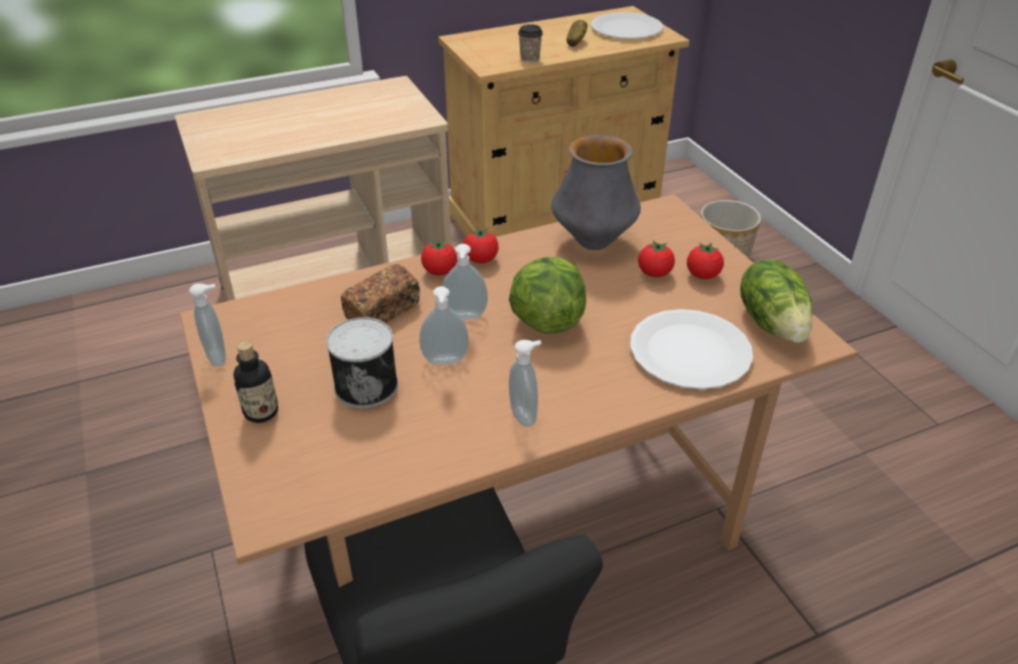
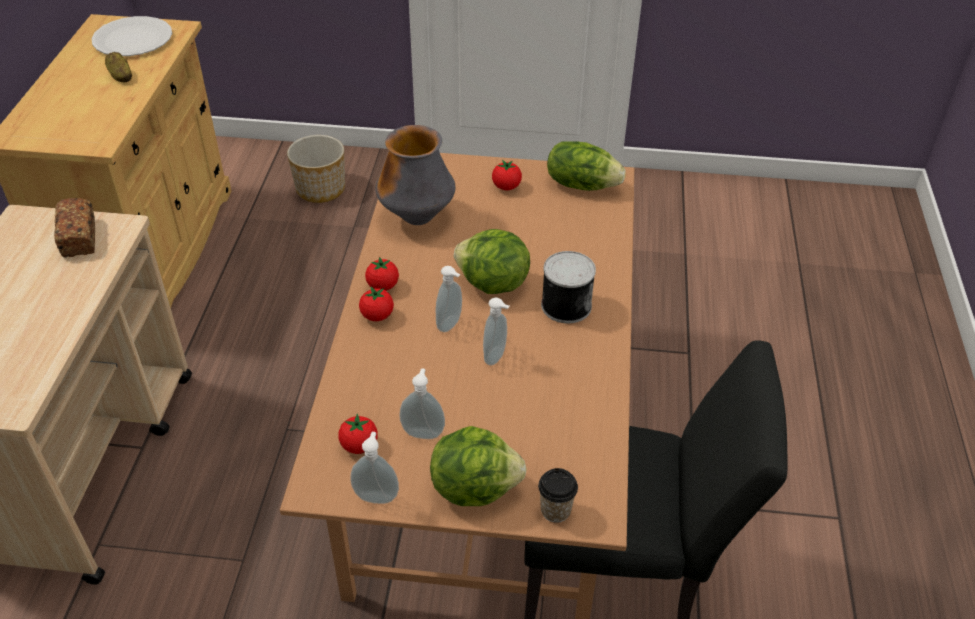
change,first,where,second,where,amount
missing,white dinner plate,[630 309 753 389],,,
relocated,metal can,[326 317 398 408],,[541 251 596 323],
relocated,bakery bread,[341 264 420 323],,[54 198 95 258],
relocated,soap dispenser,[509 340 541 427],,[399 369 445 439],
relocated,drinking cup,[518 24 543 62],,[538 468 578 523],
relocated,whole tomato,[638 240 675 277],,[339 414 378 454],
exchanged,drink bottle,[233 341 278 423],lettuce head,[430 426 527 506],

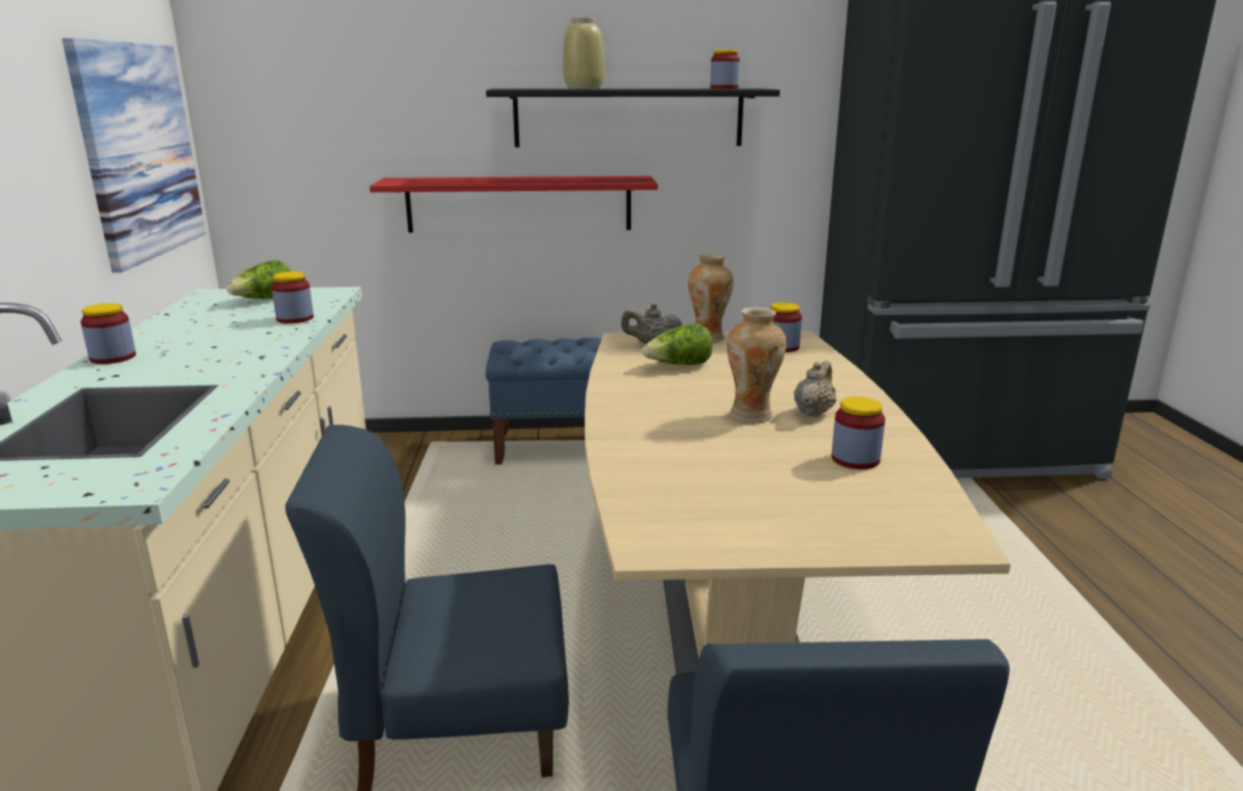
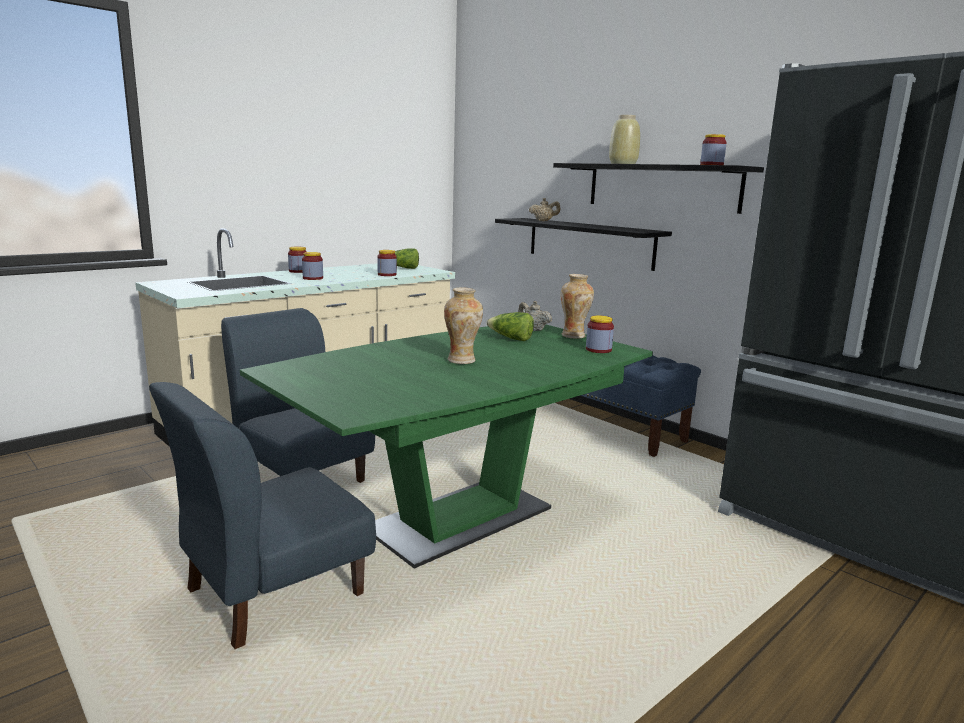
change,first,where,second,where,amount
missing,wall art,[62 38 206 273],,,
relocated,sand-coloured tea pot,[794 360 836 417],,[529 198 560 221],
relocated,preserve jar,[832 397 885 469],,[302 252 323 280],
colour,red bracket shelf,[370 176 658 233],black bracket shelf,[495 218 672 271],
colour,sand-coloured dinner table,[585 332 1011 674],greenish dinner table,[240 325 653 569],

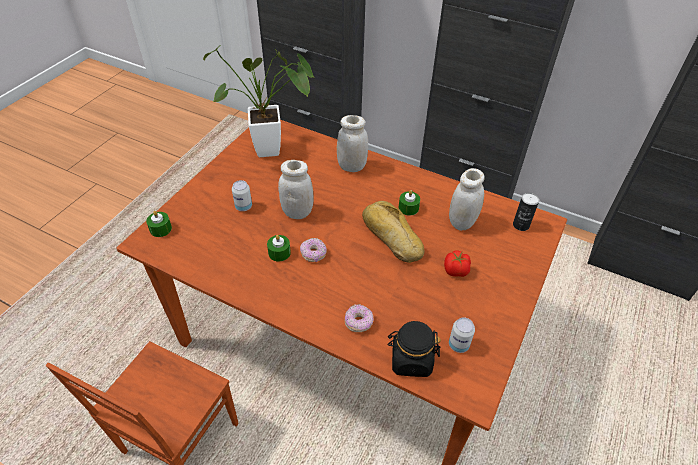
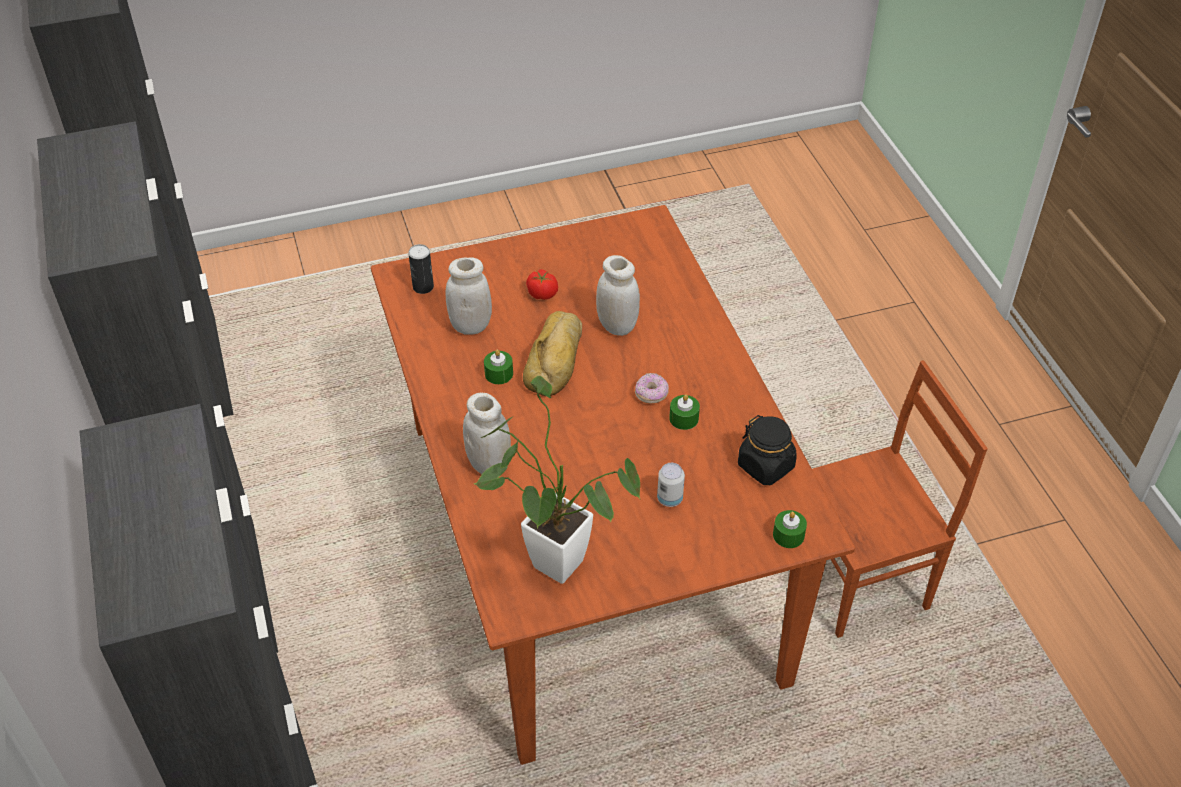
change,first,where,second,where,amount
missing,doughnut,[345 304 374 332],,,
missing,metal can,[449 317 475 353],,,
relocated,white preserve jar,[278 160 313 219],,[596 255 640 336],
relocated,black preserve jar,[387 321 441 377],,[738 415 797 485],

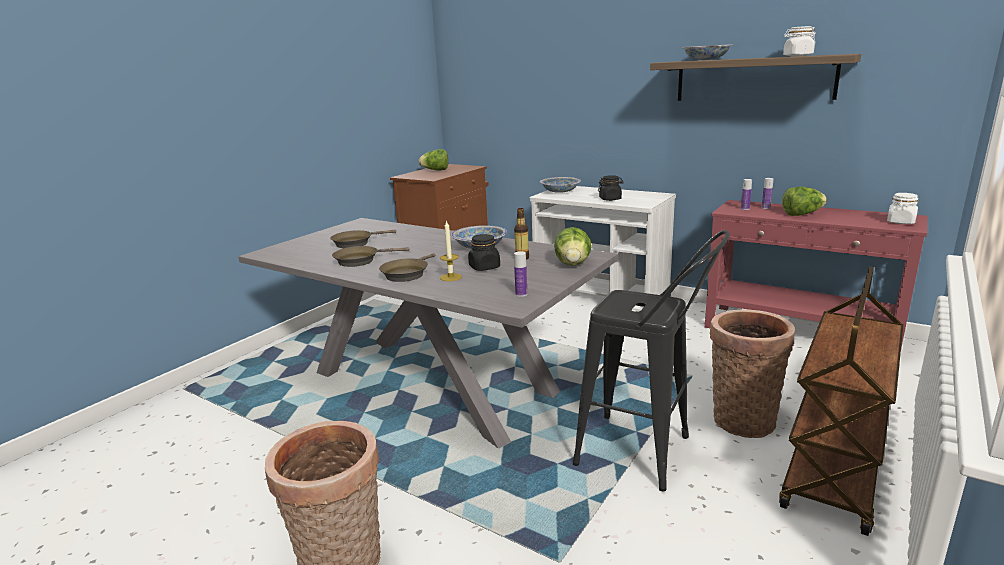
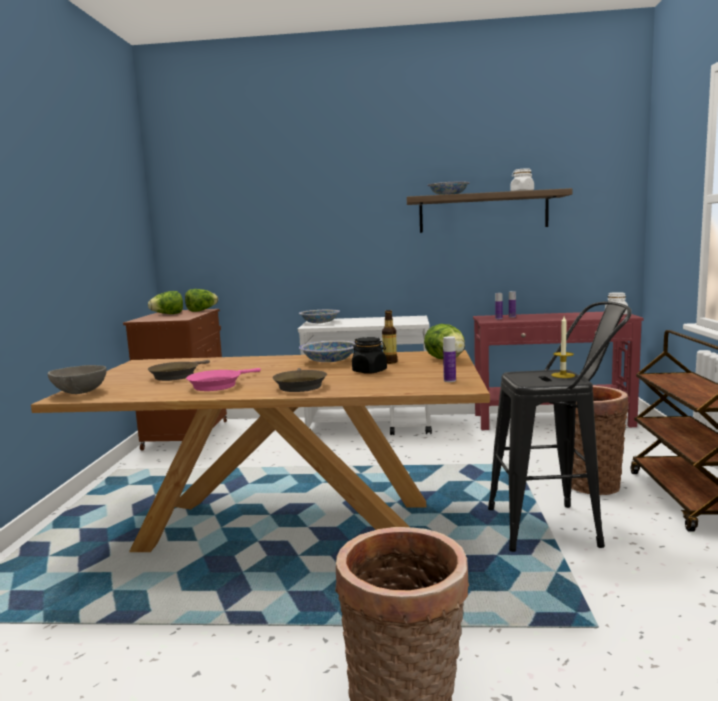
change,first,where,second,where,amount
missing,black preserve jar,[598 175 624 201],,,
appeared,,,greyish bowl,[47 365 107 394],
relocated,wax light,[440 220 462 281],,[551 316 575 378],
relocated,lettuce head,[782 187 827 216],,[185 289 218 312],
colour,greyish dinner table,[238 218 618 449],brown-coloured dinner table,[31 350 490 552],
colour,brown-coloured frying pan,[332 246 409 267],pinkish frying pan,[186 368 261 391],

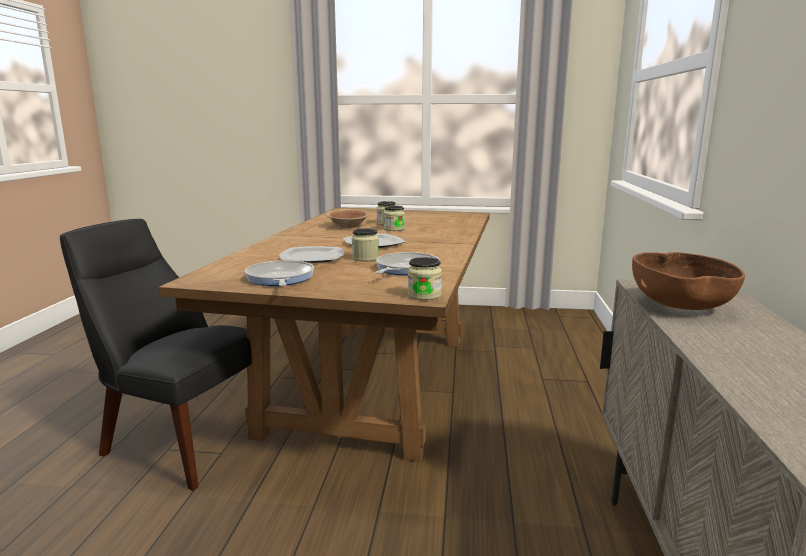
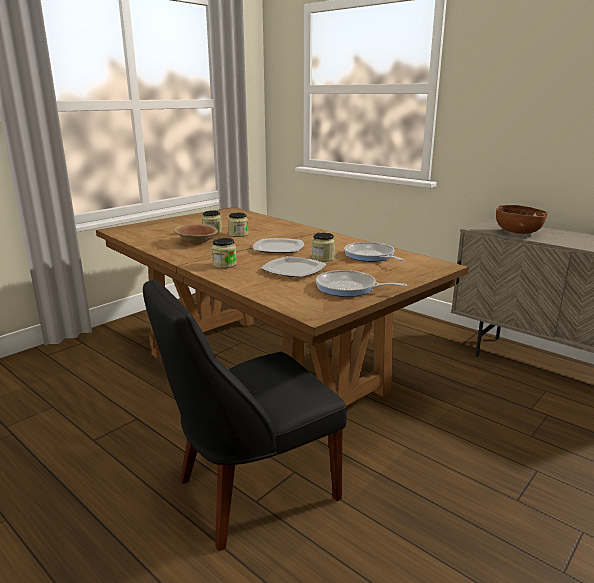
change,first,where,second,where,amount
relocated,preserve jar,[408 257 442 300],,[212 238 237 268],

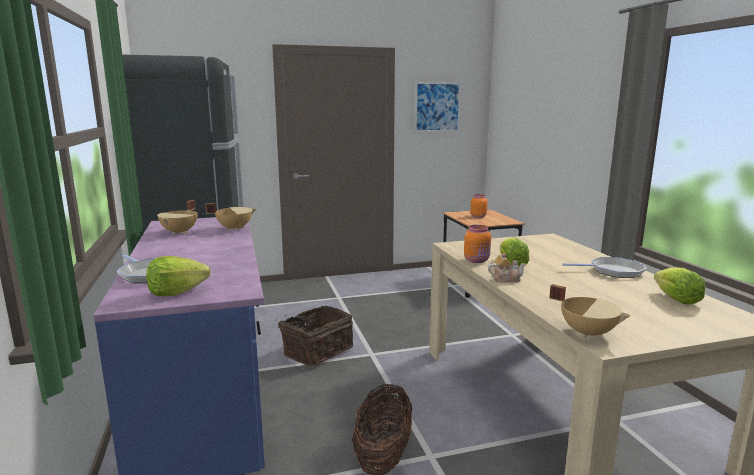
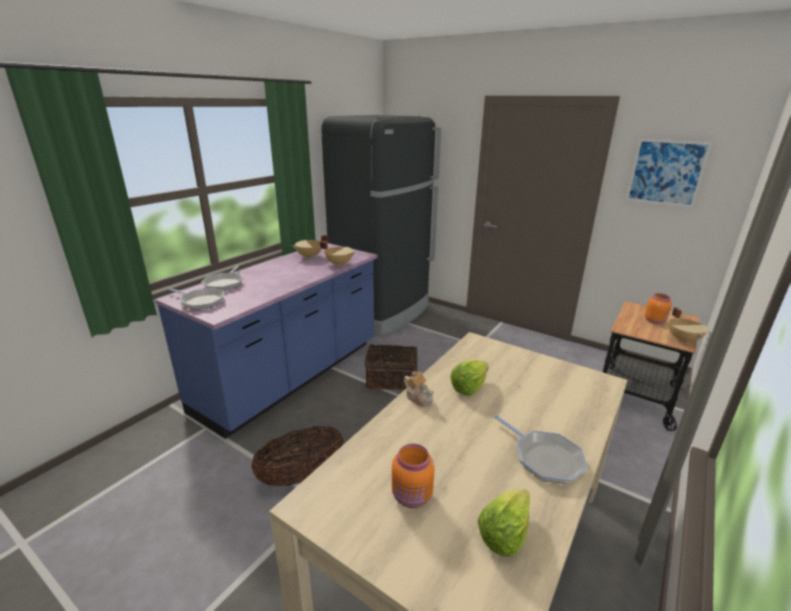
change,first,where,second,where,amount
relocated,orange preserve jar,[464 225 491 263],,[392 444 435 508],
relocated,sand-coloured saucepot,[549 284 631 338],,[669 308 708 344],
exchanged,lettuce head,[146 256 210 296],frying pan,[169 288 224 310],

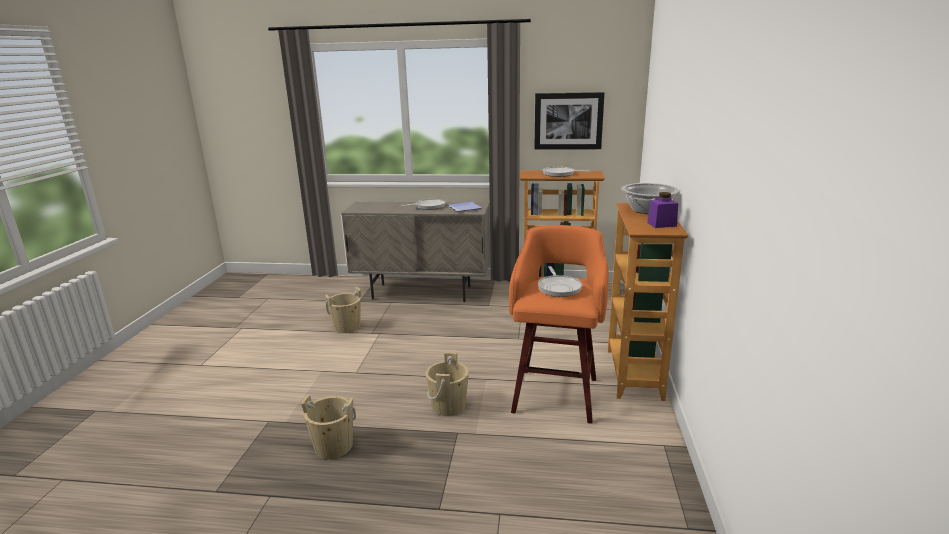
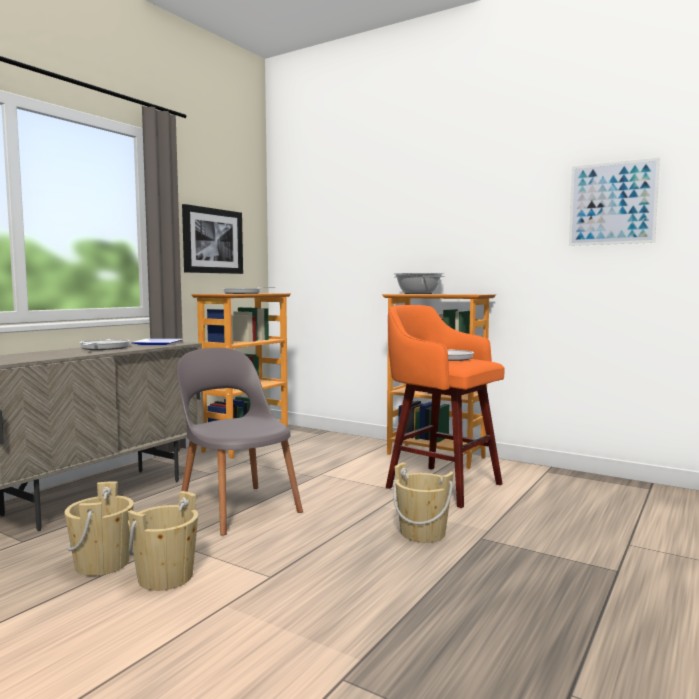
change,first,where,second,where,amount
missing,purple preserve jar,[647 192 678 228],,,
appeared,,,greyish upright chair,[177 348 303 536],
appeared,,,wall art,[569 158 660 246],
relocated,sand-coloured water bucket,[301 395 356 459],,[128 491 198 591],

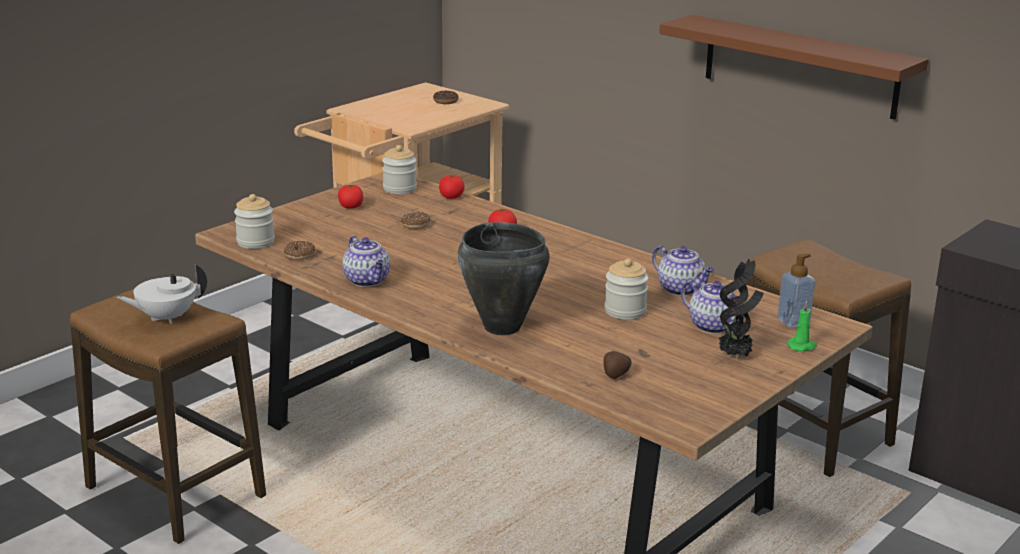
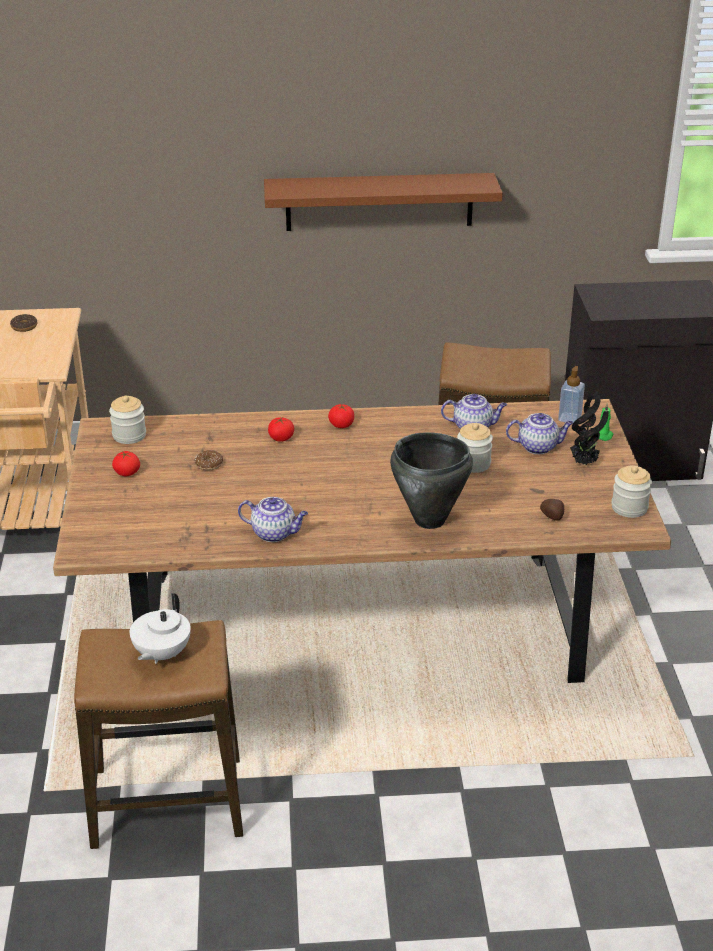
change,first,where,second,where,amount
missing,doughnut,[284 241 315 260],,,
relocated,preserve jar,[234 194 275 249],,[611 465 652 518],
relocated,whole tomato,[439 175 465 199],,[328 404 354 428],

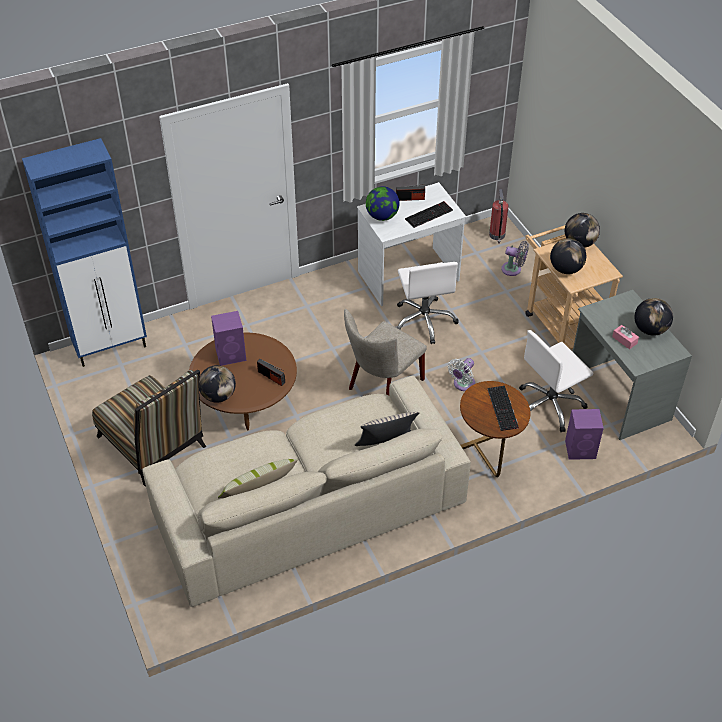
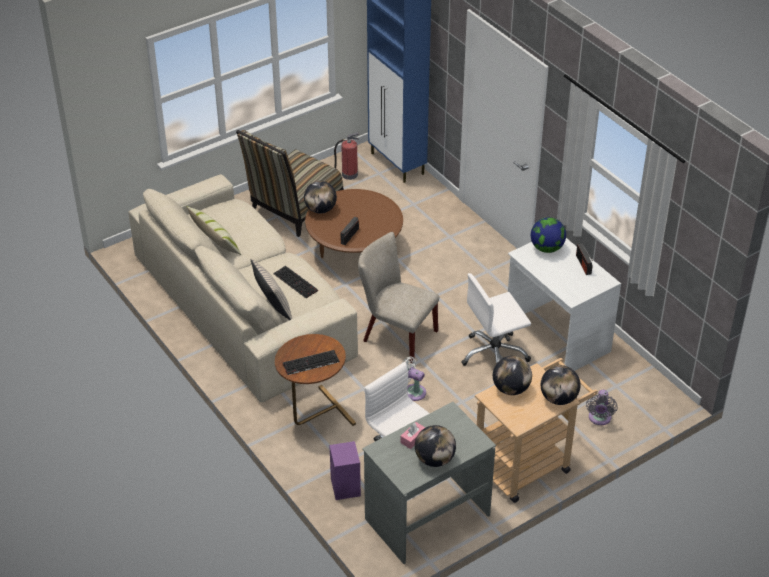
change,first,where,second,where,amount
missing,purple speaker,[211 311 246 366],,,
relocated,PC keyboard,[405 201 453 228],,[273 266 318 298],
relocated,extinguisher,[489 189 508 244],,[334 132 359 180],

